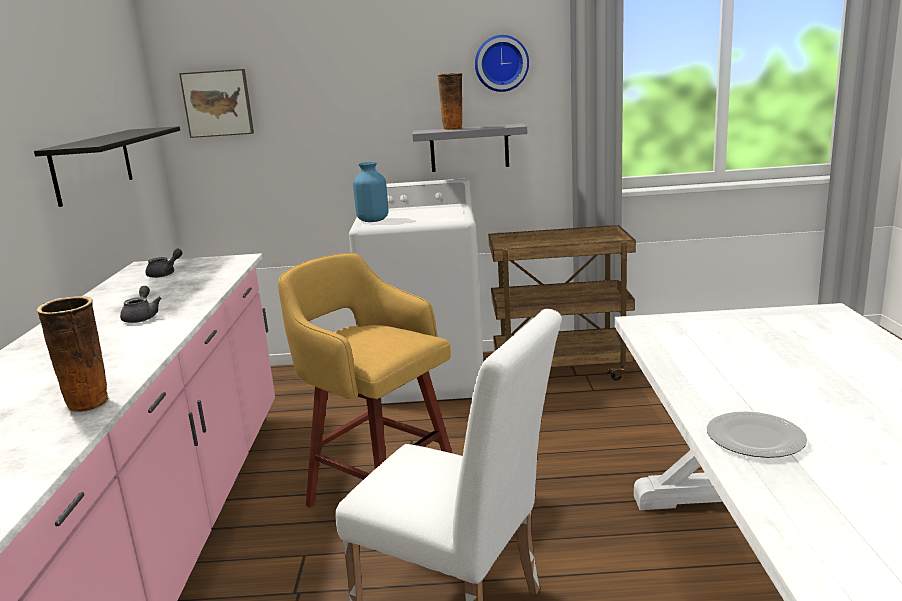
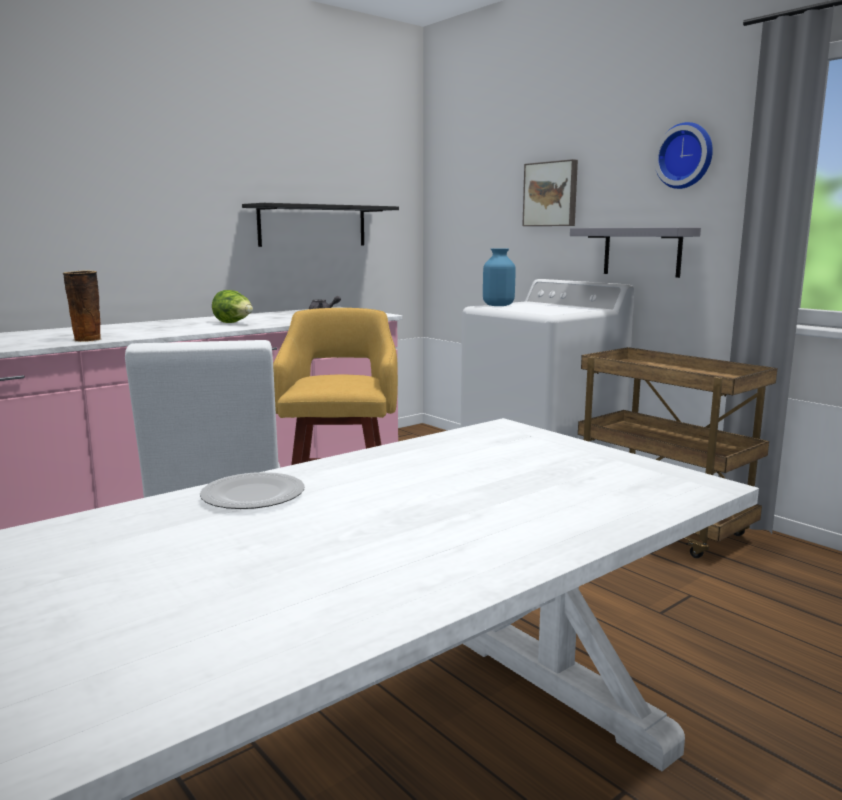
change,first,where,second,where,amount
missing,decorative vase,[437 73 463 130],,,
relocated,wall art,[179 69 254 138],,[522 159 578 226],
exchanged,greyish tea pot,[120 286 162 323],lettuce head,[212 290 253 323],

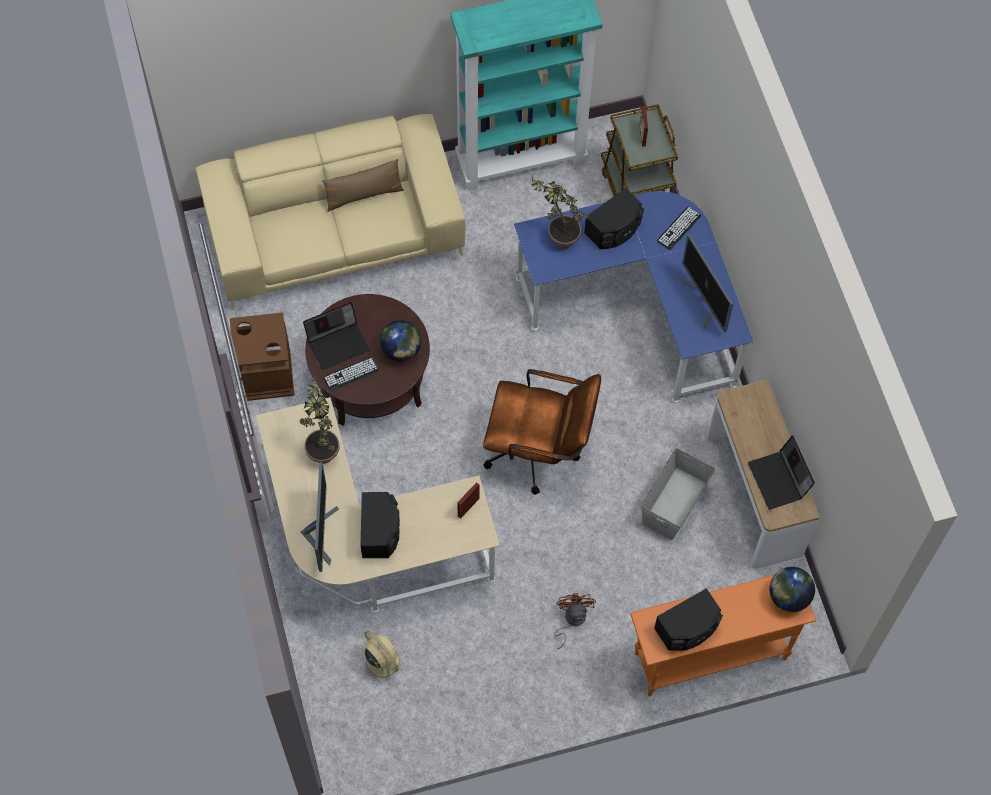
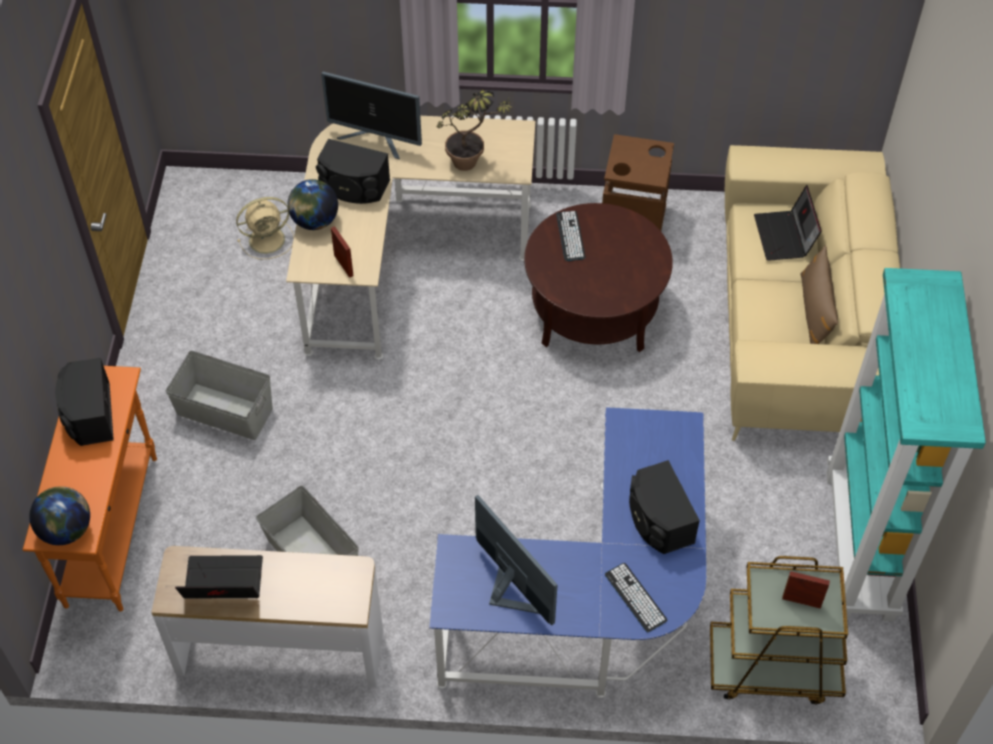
change,first,where,second,where,amount
missing,brown-coloured computer chair,[483 369 601 495],,,
missing,plant in a pot,[531 174 590 249],,,
relocated,notebook computer,[303 302 370 370],,[754 185 822 261],
relocated,globe,[380 320 421 362],,[287 179 338 230],
exchanged,brown-coloured fan,[554 593 596 649],greyish storage container,[166 351 273 440],
spun,computer screen,[681 234 733 332],,[475 495 558 625],60 degrees clockwise

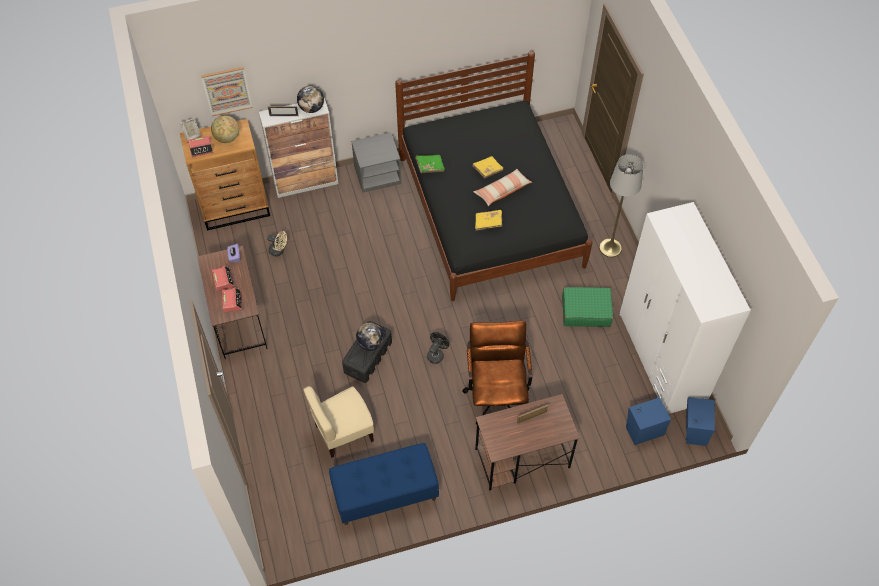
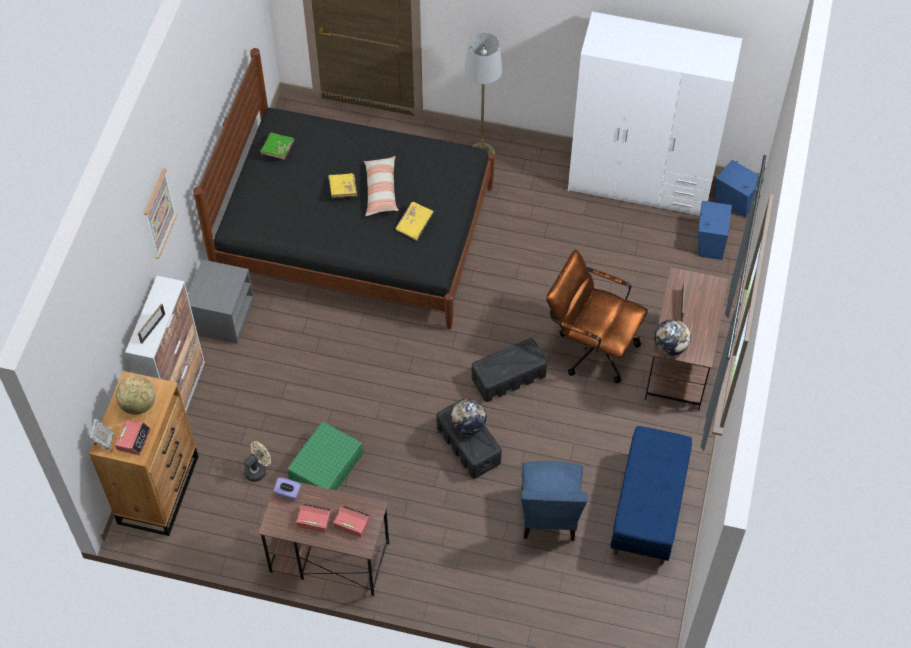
change,first,where,second,where,amount
relocated,wall art,[201 67 253 116],,[144 168 177 259],
relocated,globe,[297 85 324 113],,[654 319 691 356],
relocated,greenish volume,[415 155 445 173],,[260 132 295 159],
relocated,greenish travel case,[562 287 613 327],,[287 422 363 491],
exchanged,black fan,[427 332 449 364],black storage container,[472 338 547 402],
colour,sand-coloured upright chair,[303 386 374 457],blue upright chair,[521 461 588 541],

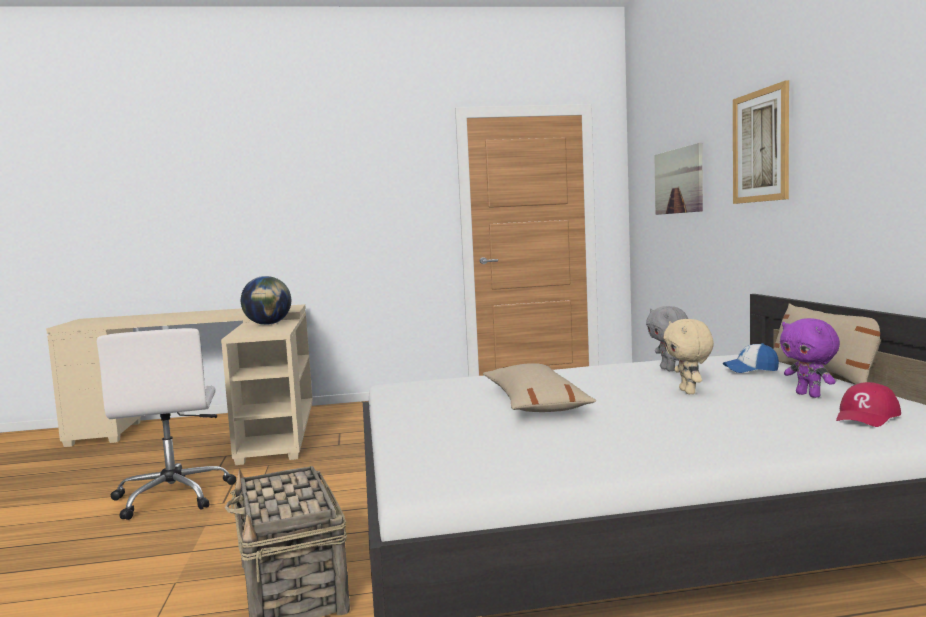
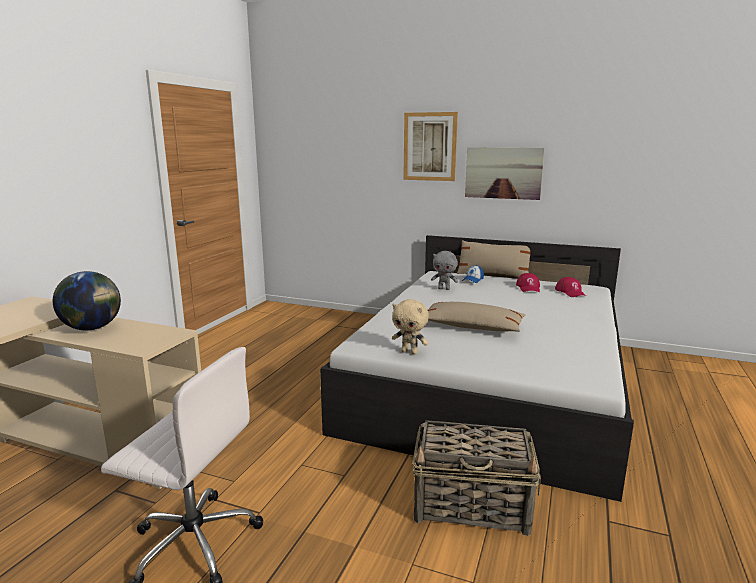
change,first,where,second,where,amount
relocated,wall art,[654 143 703 215],,[465 147 545 200],
relocated,sand-coloured soft toy,[663 319 714 394],,[392 299 429 354],
exchanged,purple soft toy,[780 318 840 398],red cap,[516 273 540 292],

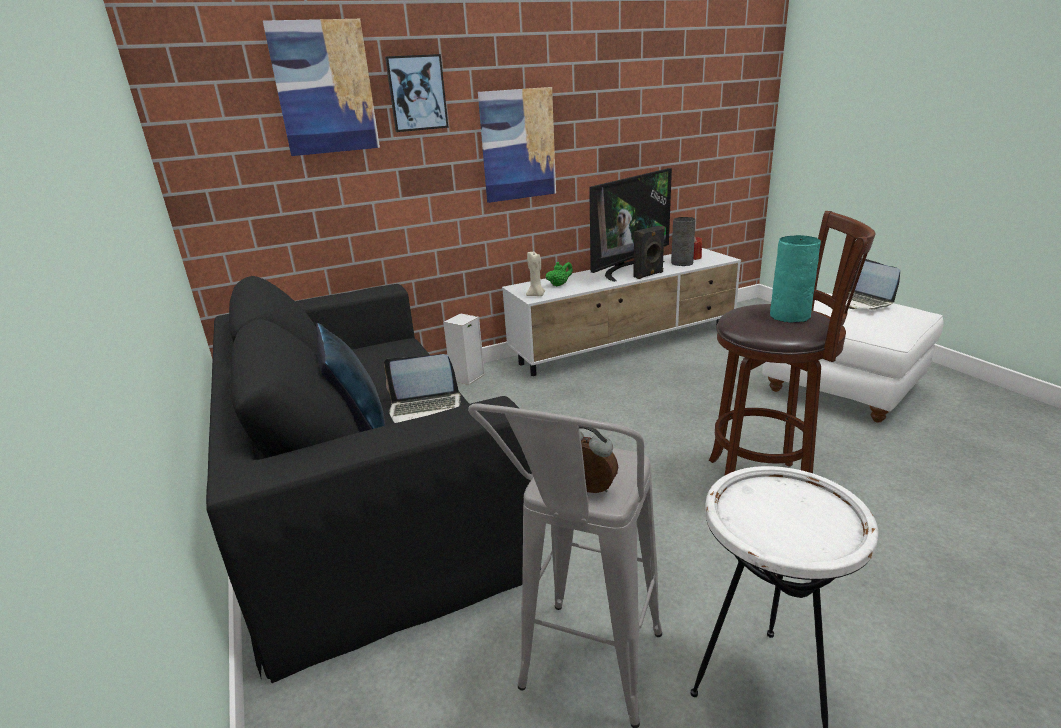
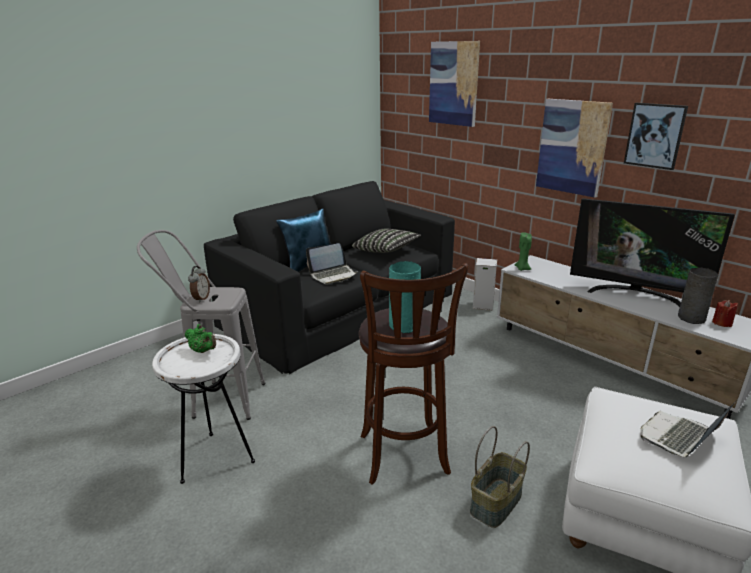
change,first,where,second,where,amount
missing,black speaker,[633 226 665 279],,,
appeared,,,cushion,[352 229 421 253],
appeared,,,basket,[470 426 530 528],
relocated,wall art,[385 54 449 132],,[624 103 688 170],
relocated,greenish tea pot,[546 262 573 287],,[185 324 216 353],
colour,sand-coloured wax light,[526 252 545 296],greenish wax light,[515 232 532 271],
spun,notebook computer,[384 354 461 423],,[306 243 357 284],90 degrees counterclockwise

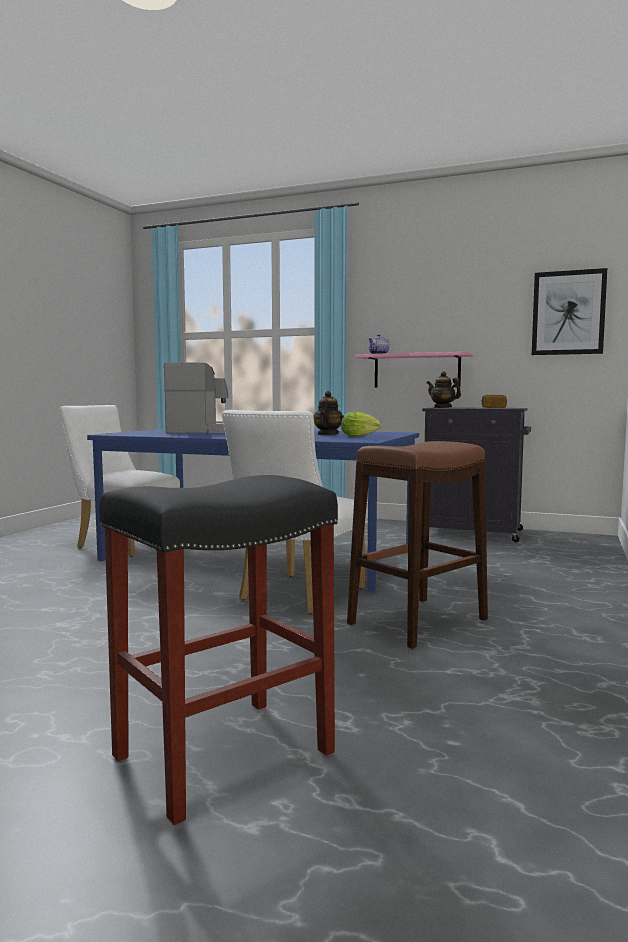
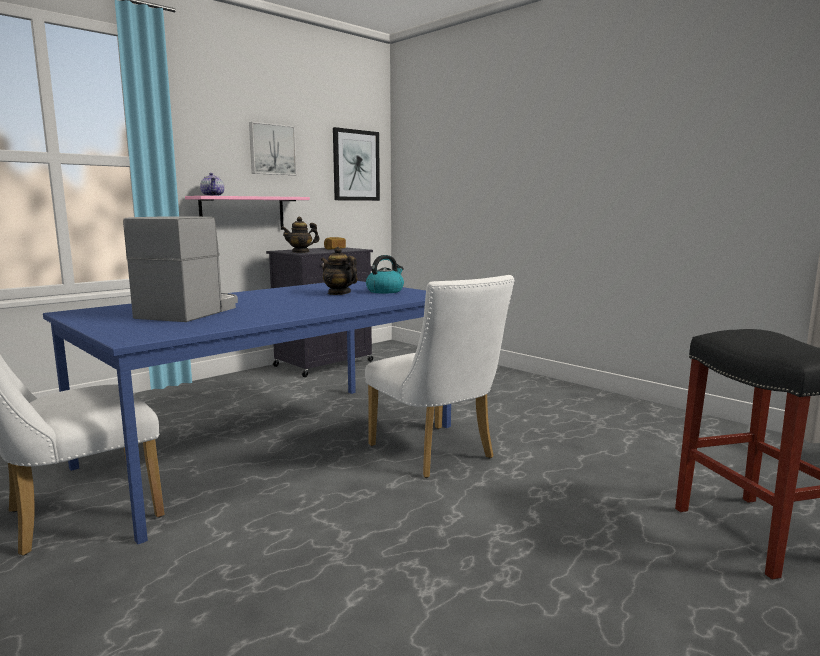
change,first,where,second,where,amount
missing,brown-coloured stool seat,[347 441 488 649],,,
appeared,,,wall art,[249 122 297 175],
exchanged,lettuce head,[341 412 382 437],kettle,[366 255 404 294],

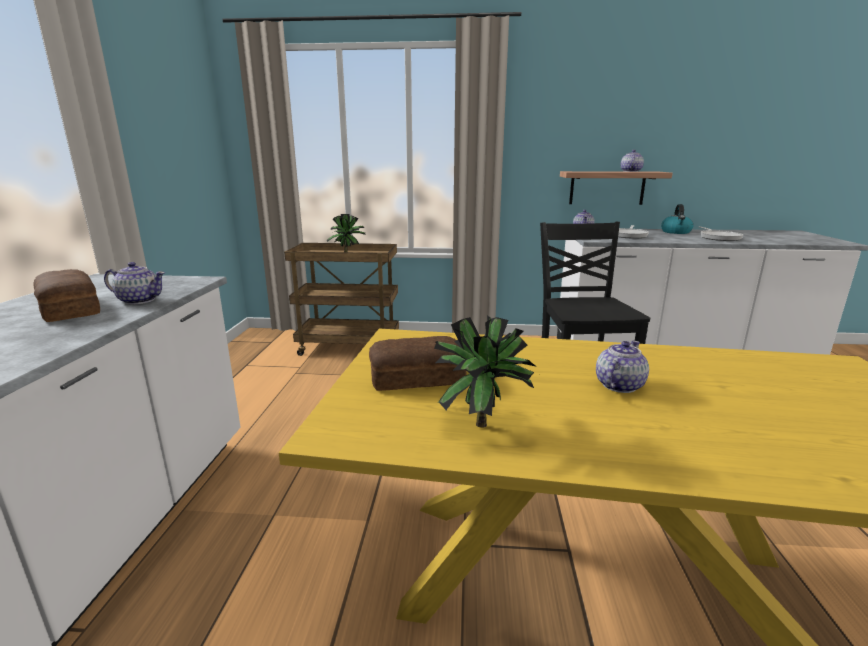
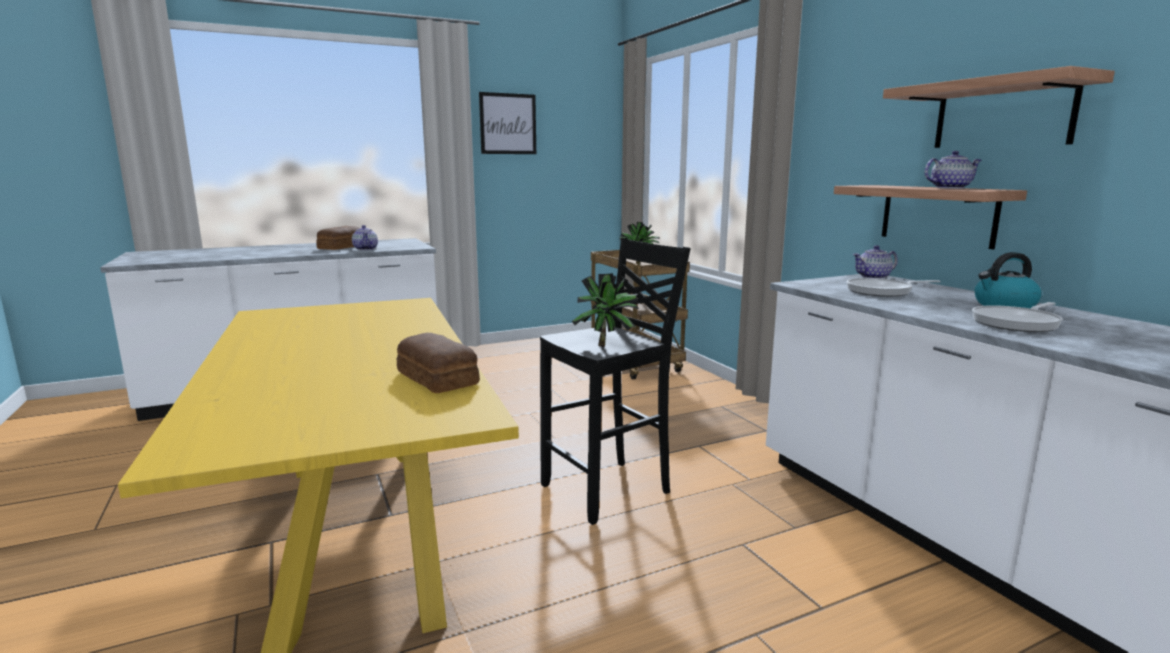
change,first,where,second,where,amount
missing,tea pot,[596 341 649 393],,,
appeared,,,wall art,[479 92 536 154],
appeared,,,bracket shelf,[883 66 1115 148],
relocated,bakery bread,[369 336 467 391],,[397 333 480 393],
relocated,plant in a pot,[434 315 537 427],,[572 273 639 347],

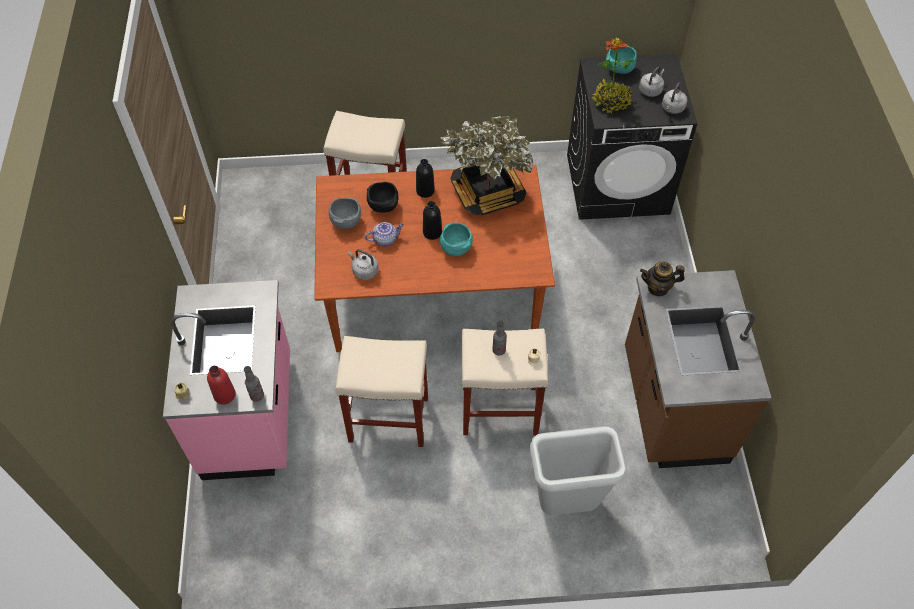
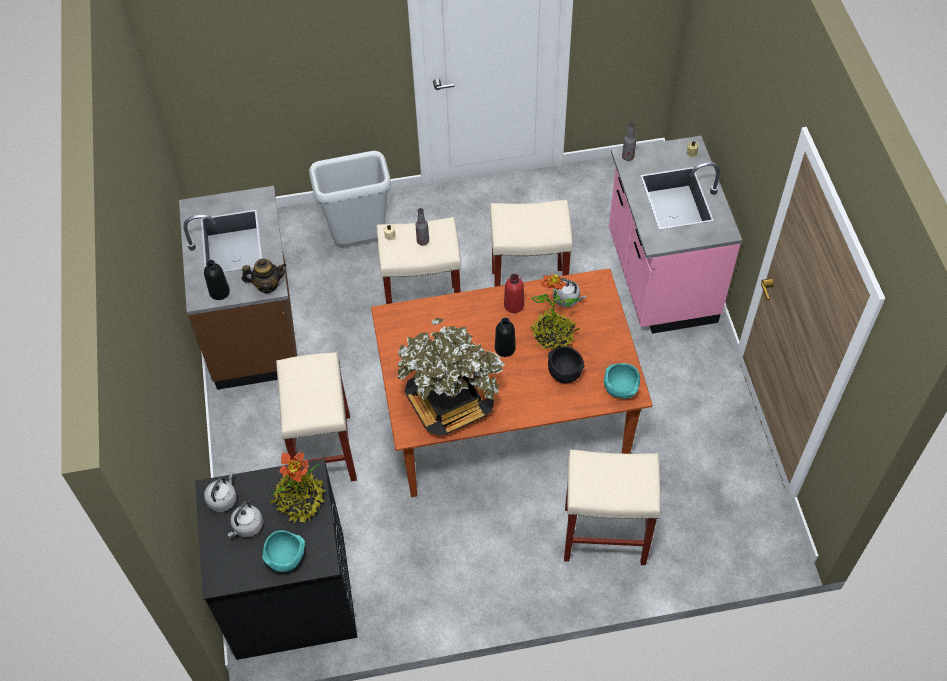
change,first,where,second,where,amount
missing,greyish bowl,[329 197 361 229],,,
appeared,,,sand-coloured stool seat,[276 352 357 481],
relocated,red drink bottle,[207 366 236 405],,[504 274 524 313],
relocated,black drink bottle,[416 159 435 198],,[204 260 230 300],
relocated,blue-green bowl,[440 223 473 256],,[604 363 640 399],
exchanged,tea pot,[365 222 404 246],plant in a pot,[530 274 580 349],

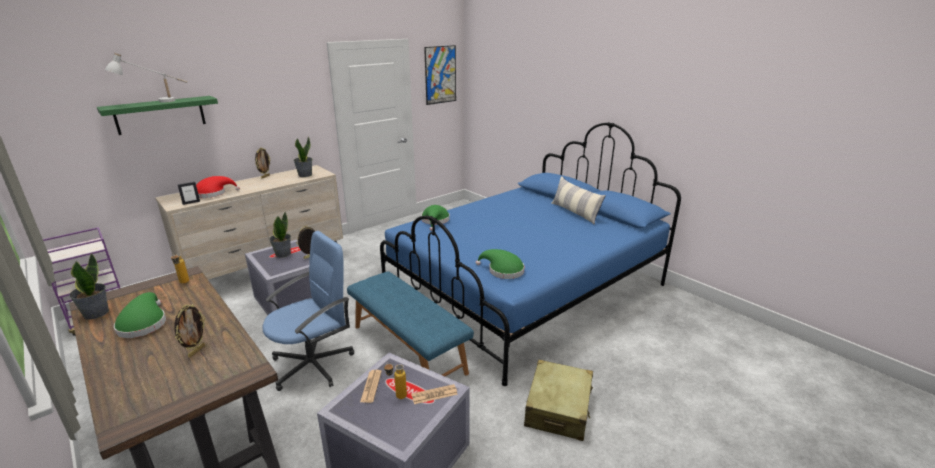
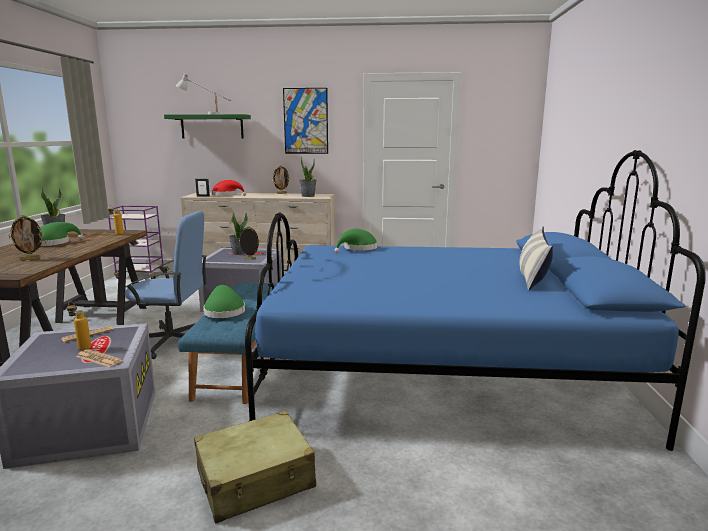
change,first,where,second,where,amount
relocated,wall art,[424 45 456 105],,[283 88 328 154],
relocated,greenish clothing hat,[475 249 525 279],,[203 285 245 318],

